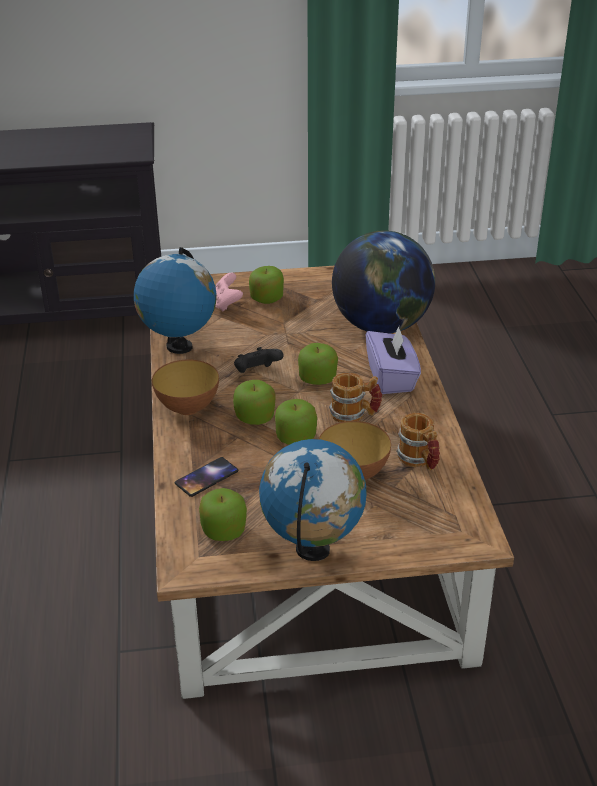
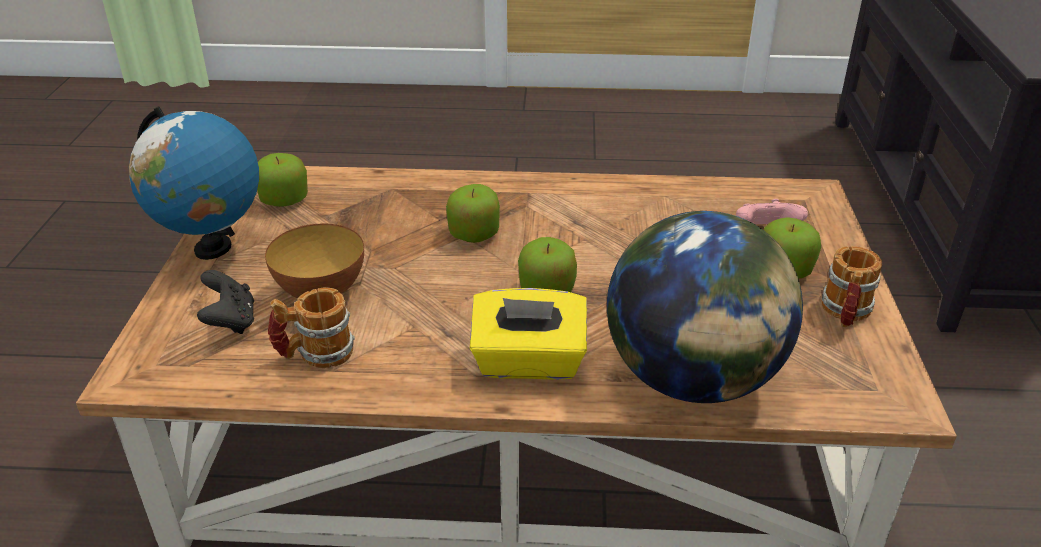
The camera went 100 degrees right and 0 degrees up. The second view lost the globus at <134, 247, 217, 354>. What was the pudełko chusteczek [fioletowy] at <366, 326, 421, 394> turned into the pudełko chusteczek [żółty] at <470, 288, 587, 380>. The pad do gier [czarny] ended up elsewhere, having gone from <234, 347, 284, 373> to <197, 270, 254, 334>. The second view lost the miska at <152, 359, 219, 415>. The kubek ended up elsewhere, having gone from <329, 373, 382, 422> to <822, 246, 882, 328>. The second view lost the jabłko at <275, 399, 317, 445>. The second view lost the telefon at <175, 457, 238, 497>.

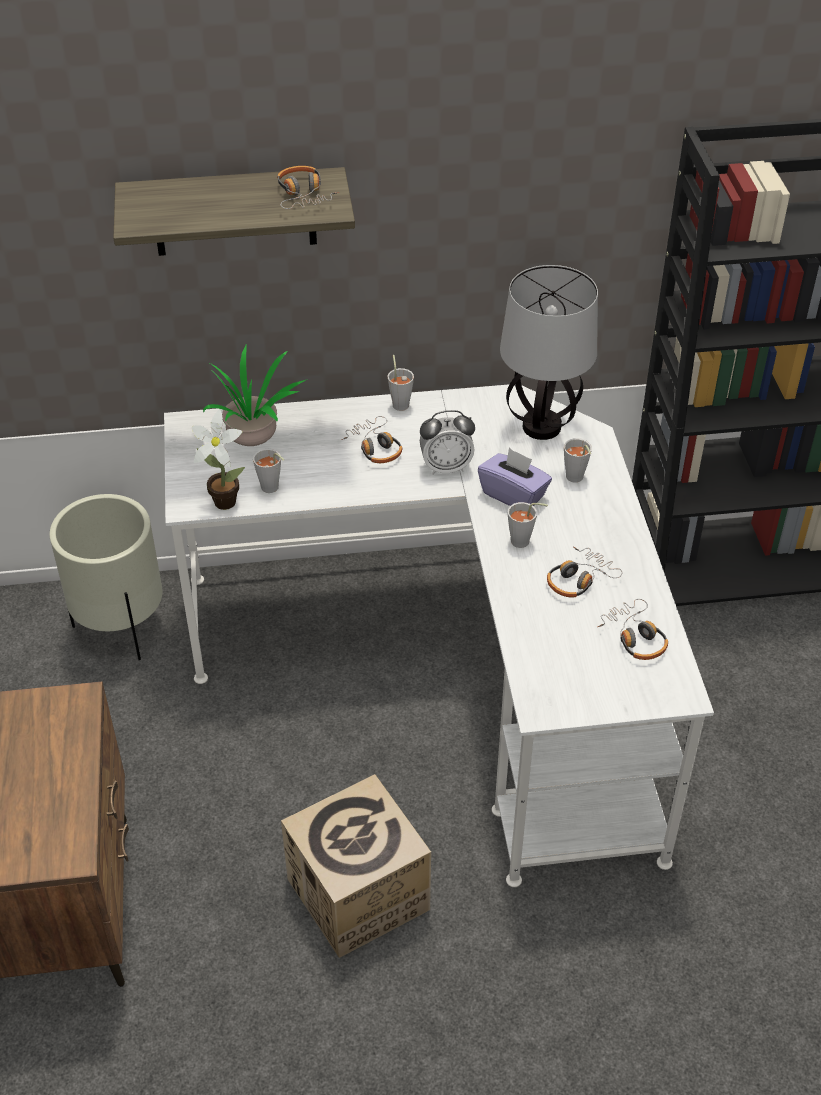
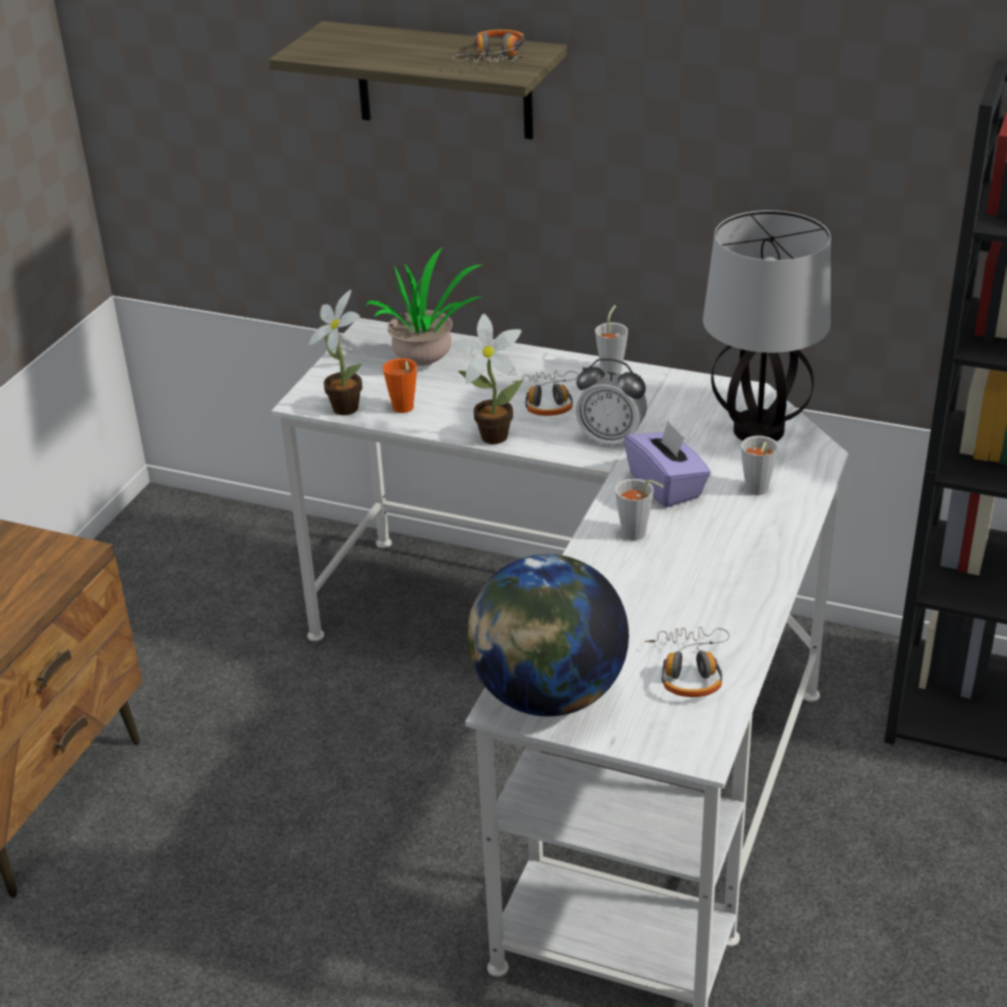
The camera went 30 degrees right and 10 degrees down. What was the filiżanka [szary] at <253, 449, 284, 493> turned into the filiżanka [pomarańczowy] at <383, 358, 417, 413>. The second view lost the donica [beżowy] at <50, 494, 163, 660>. The second view lost the słuchawki at <547, 546, 622, 597>. The second view lost the karton at <281, 774, 431, 958>. The second view gained the roślina doniczkowa at <451, 313, 523, 444>. The second view gained the globus at <467, 554, 629, 716>.

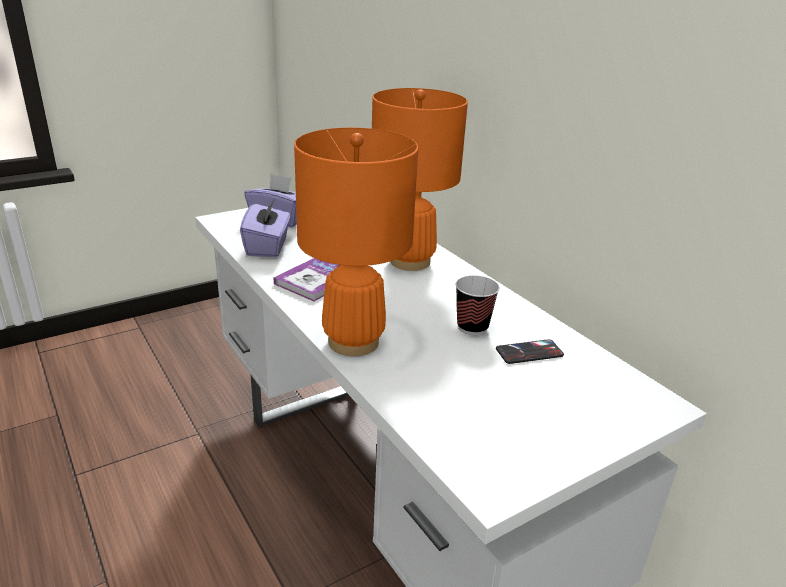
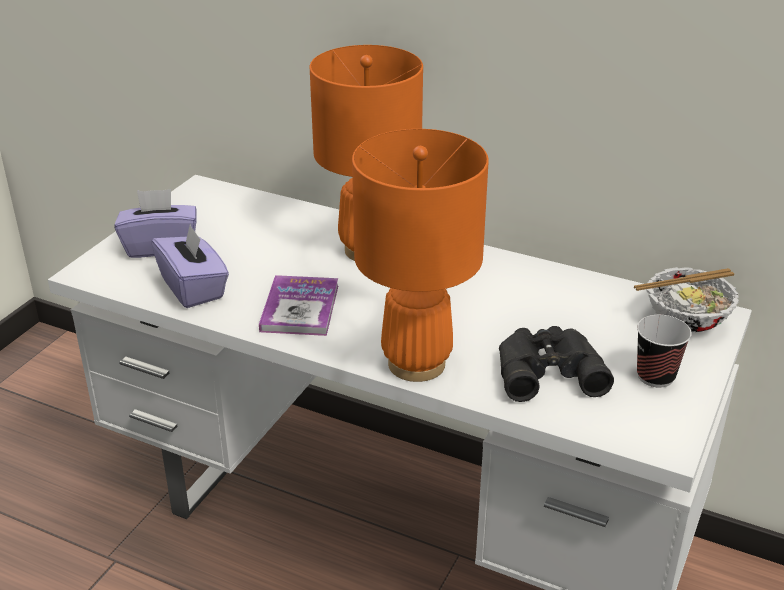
The camera went 30 degrees left and 5 degrees up. The filiżanka ended up elsewhere, having gone from <456, 275, 500, 335> to <637, 315, 692, 388>. The second view lost the telefon at <496, 339, 564, 364>. The second view gained the miska at <634, 267, 739, 332>. The second view gained the lornetka [czarny] at <499, 326, 614, 402>.

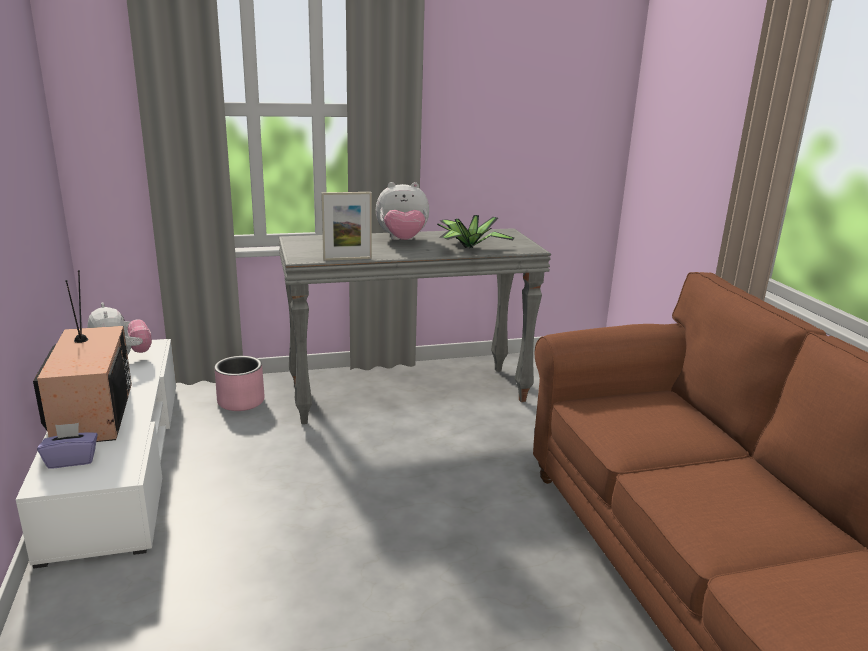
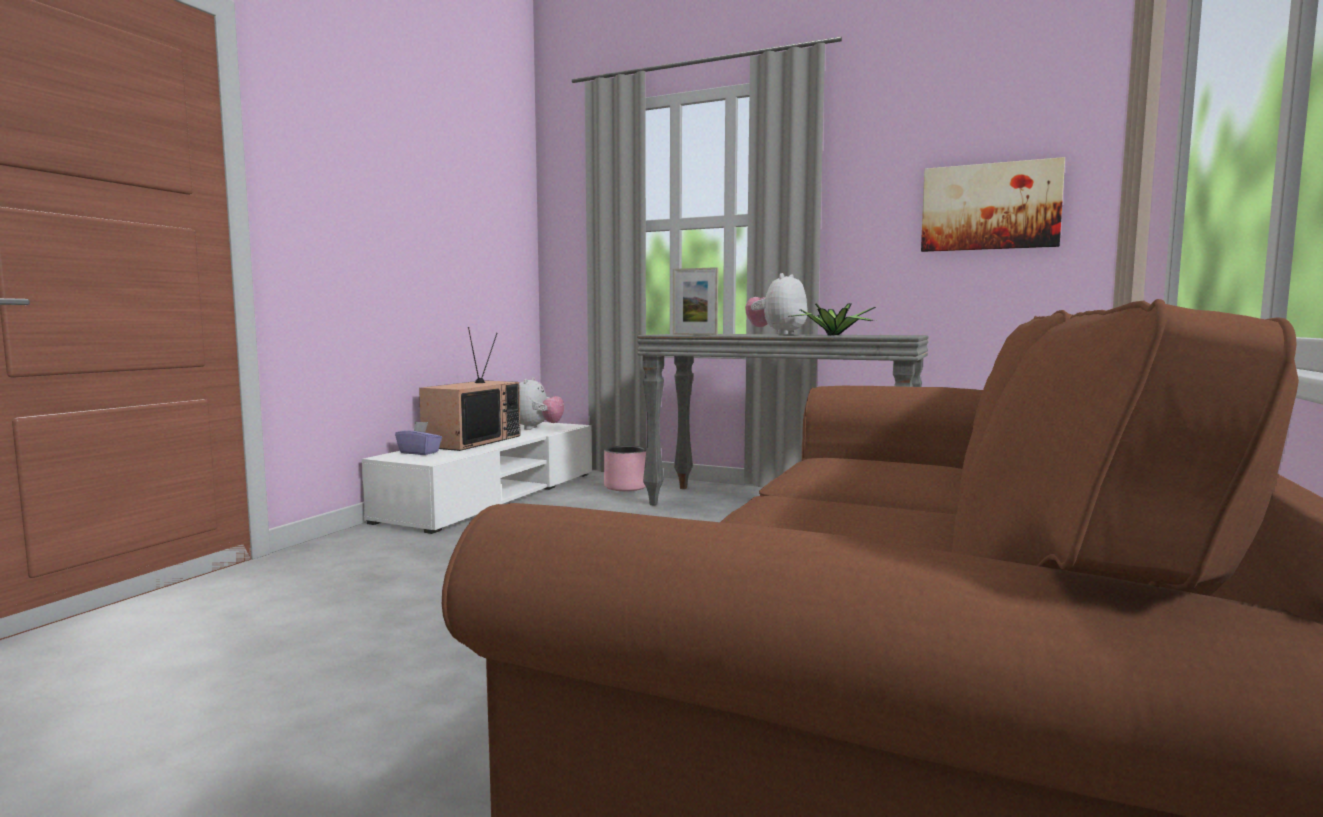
The camera went 40 degrees right and 15 degrees down. The pluszak at <376, 182, 429, 240> ended up facing another way, 90 degrees clockwise from before. The second view gained the obraz at <921, 157, 1065, 252>.

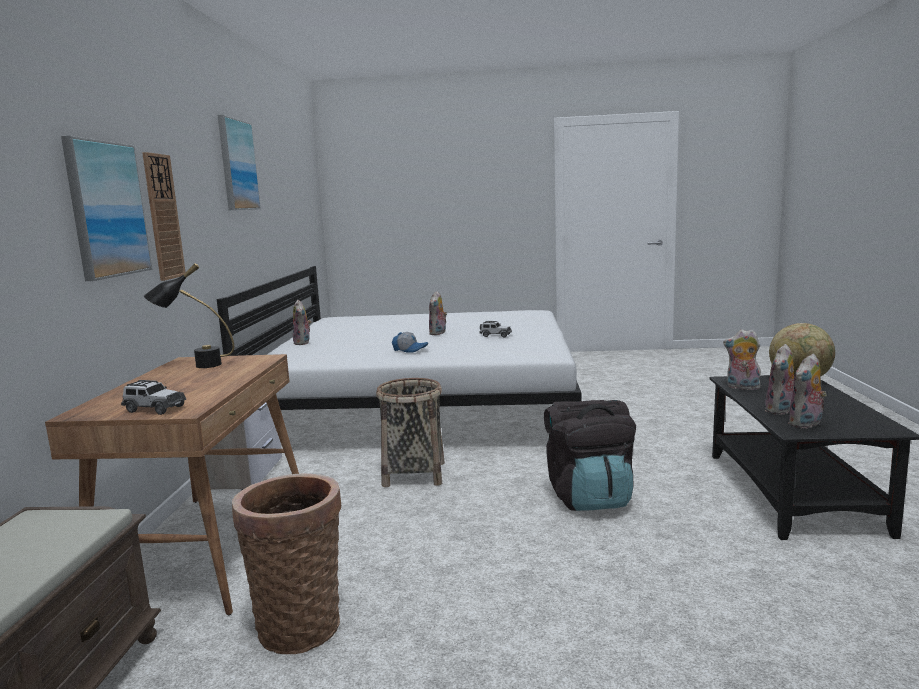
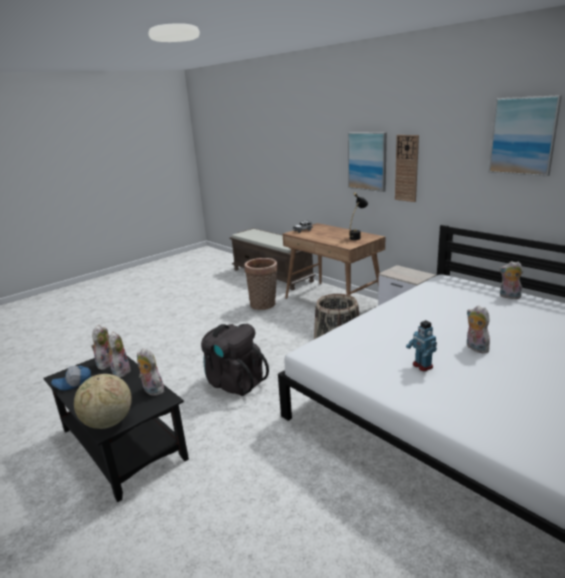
The camera went 135 degrees right and 10 degrees up. Where the samochodzik stood at <480, 321, 512, 337>, the robot zabawkowy came to stand at <406, 320, 437, 371>. The pluszak at <723, 330, 761, 390> ended up facing another way, 120 degrees counterclockwise from before. The czapka z daszkiem ended up elsewhere, having gone from <392, 332, 428, 353> to <51, 366, 91, 391>.

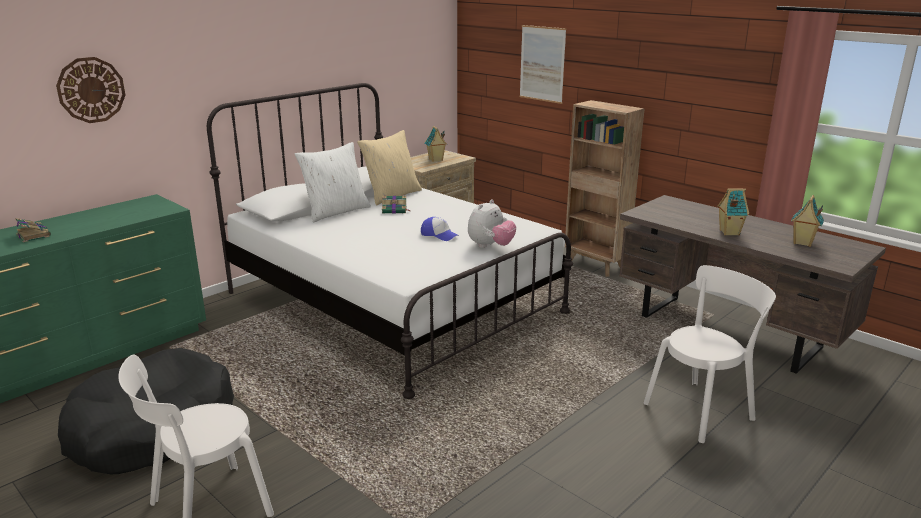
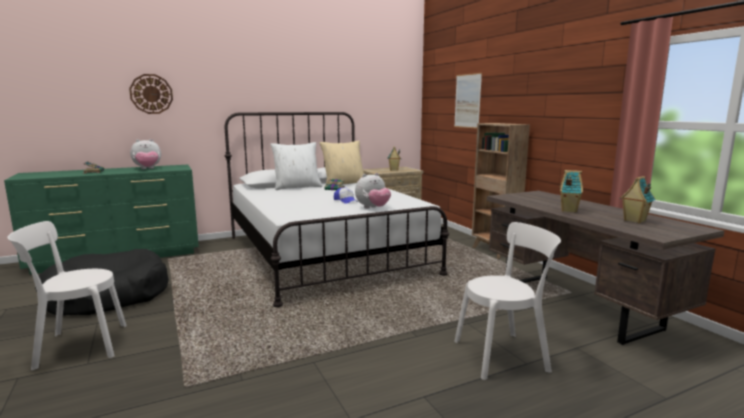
The camera went 20 degrees right and 10 degrees down. The second view gained the pluszak at <130, 139, 161, 169>.

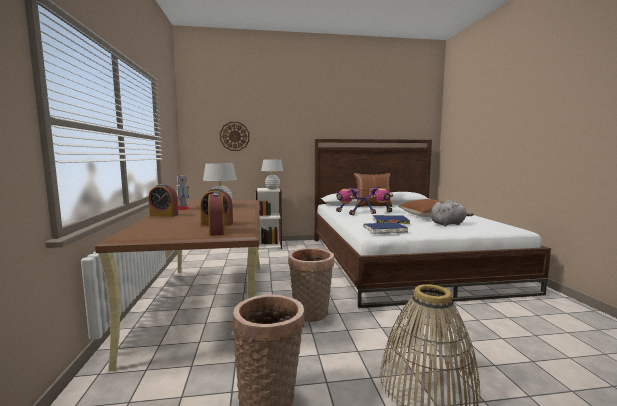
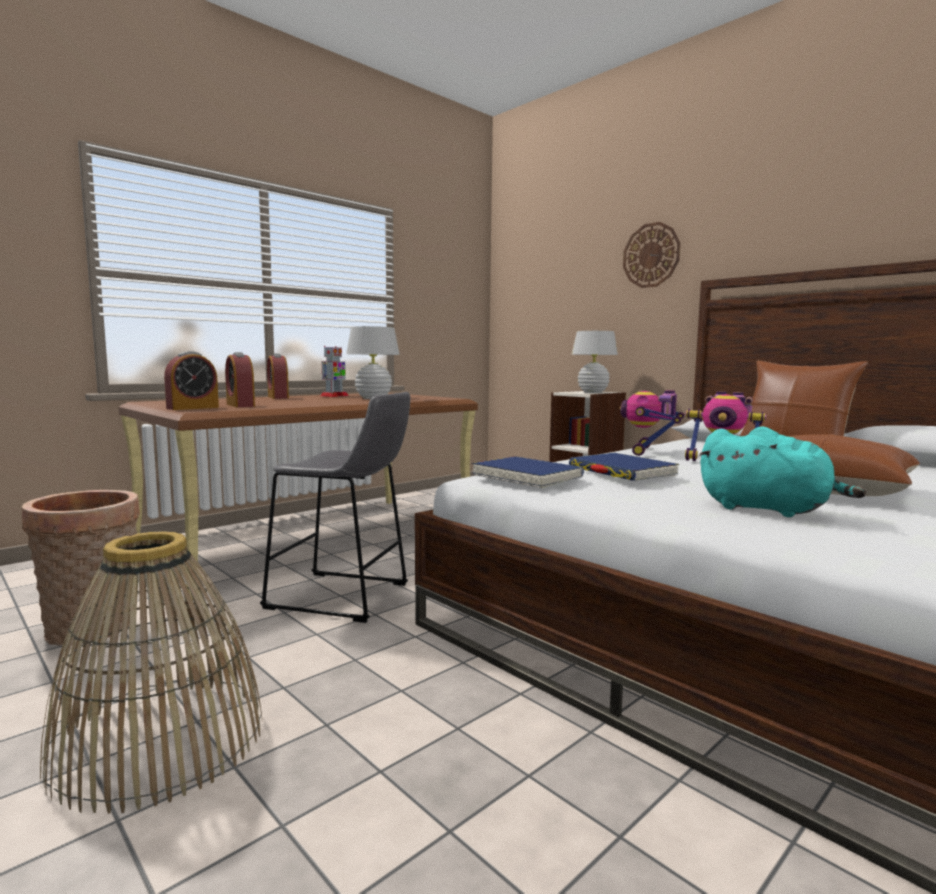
The camera went 55 degrees right and 0 degrees up. The zegar ścienny ended up elsewhere, having gone from <220, 122, 250, 151> to <623, 222, 680, 288>. What was the pluszak [szary] at <431, 200, 474, 226> turned into the pluszak [turkusowy] at <699, 426, 866, 517>. Where the koszyk stood at <288, 248, 334, 322>, the stołek [szary] came to stand at <260, 392, 410, 623>.

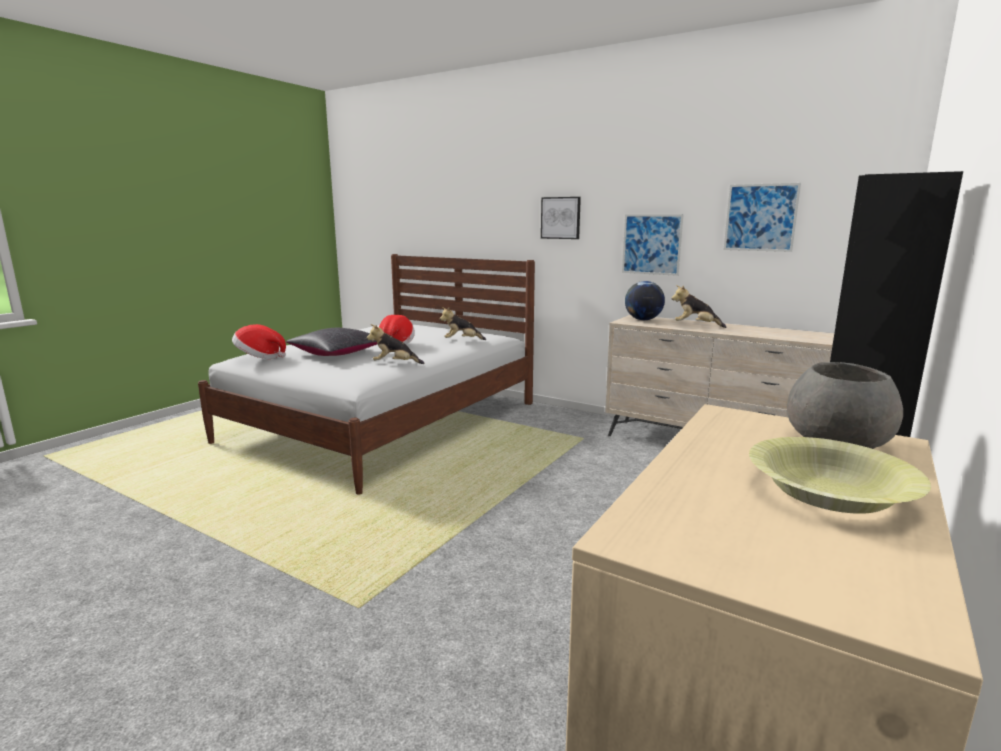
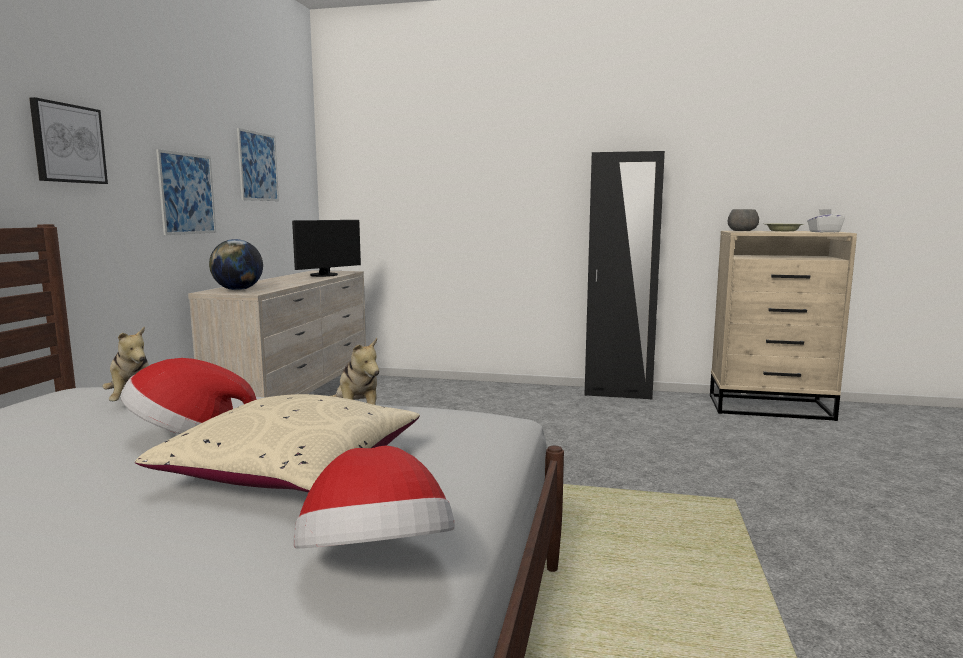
The camera went 110 degrees left and 5 degrees down. The second view lost the pluszak at <671, 285, 726, 328>. What was the poduszka [czarny] at <286, 328, 377, 356> turned into the poduszka [beżowy] at <135, 394, 420, 492>. The second view gained the pudełko chusteczek [biały] at <807, 209, 845, 232>. The second view gained the monitor at <292, 220, 361, 277>.

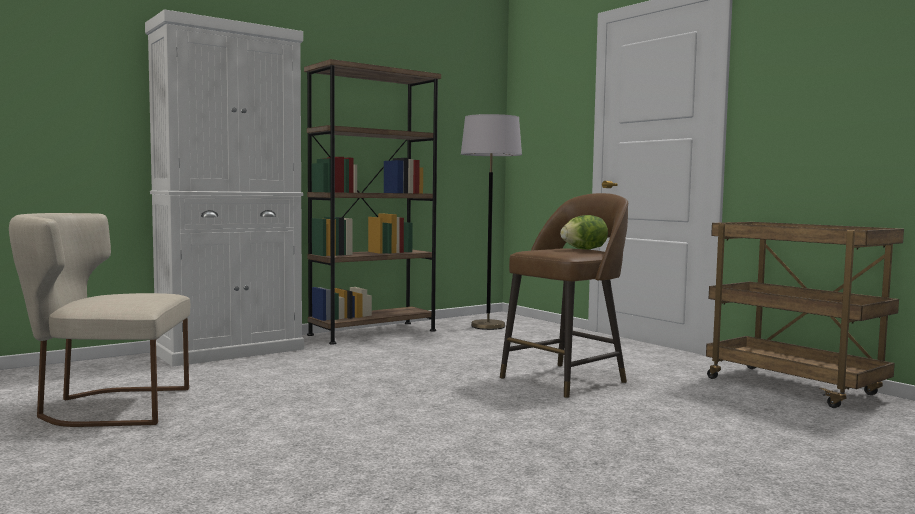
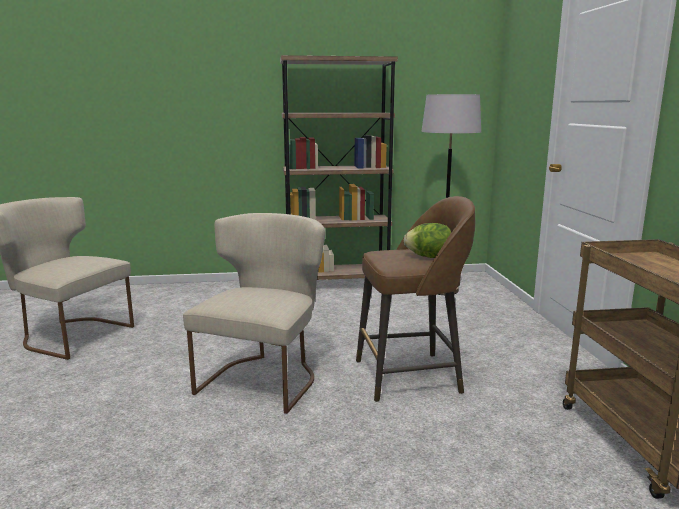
The camera went 30 degrees right and 10 degrees up. The second view lost the szafka [biały] at <145, 9, 304, 367>. The second view gained the krzesło [beżowy] at <183, 213, 325, 414>.

